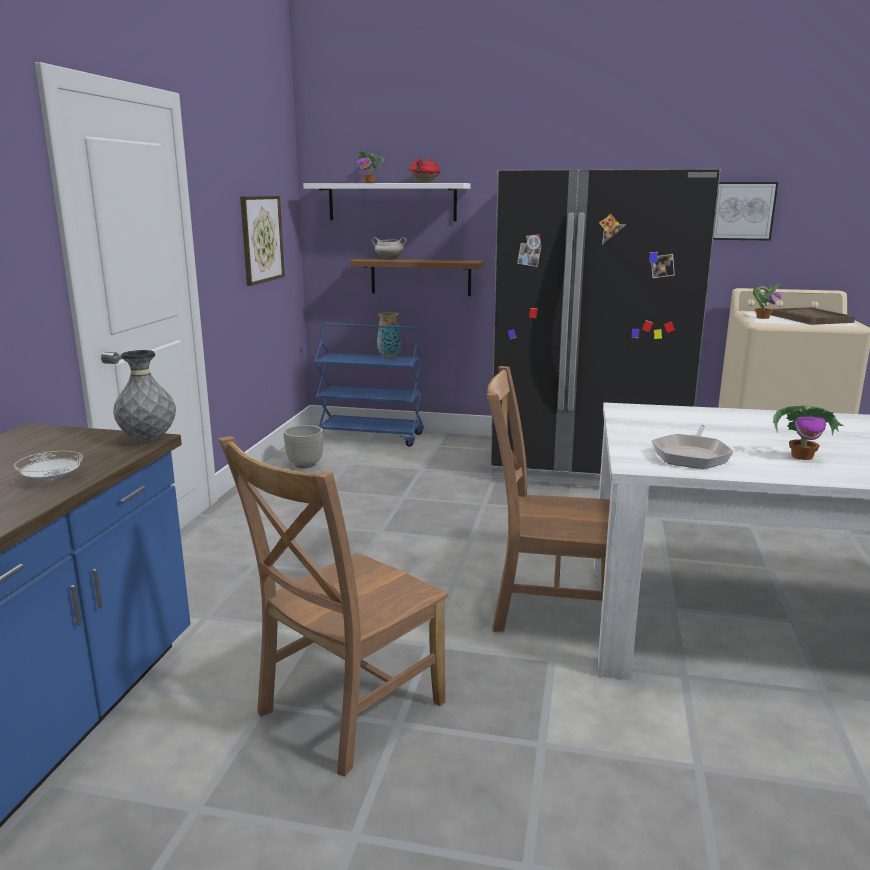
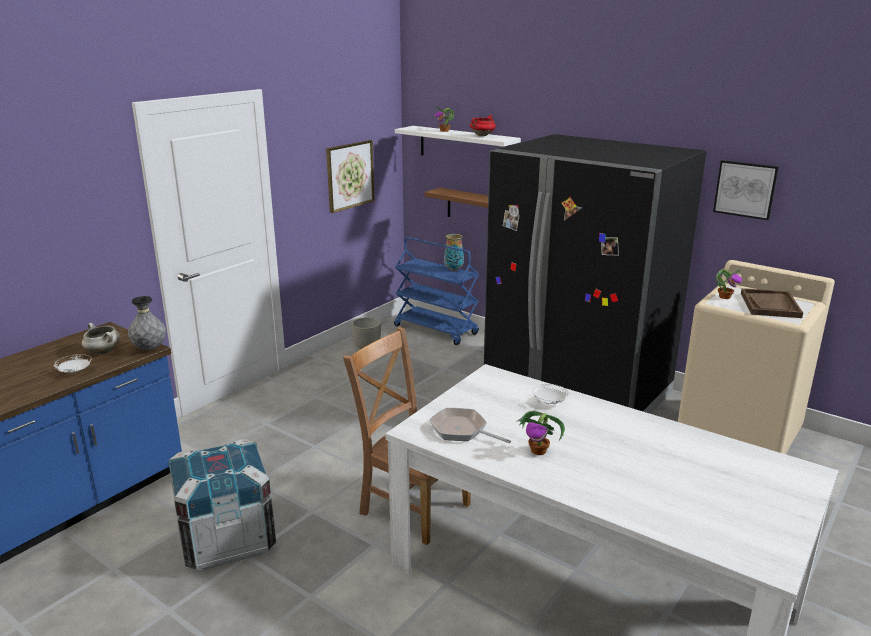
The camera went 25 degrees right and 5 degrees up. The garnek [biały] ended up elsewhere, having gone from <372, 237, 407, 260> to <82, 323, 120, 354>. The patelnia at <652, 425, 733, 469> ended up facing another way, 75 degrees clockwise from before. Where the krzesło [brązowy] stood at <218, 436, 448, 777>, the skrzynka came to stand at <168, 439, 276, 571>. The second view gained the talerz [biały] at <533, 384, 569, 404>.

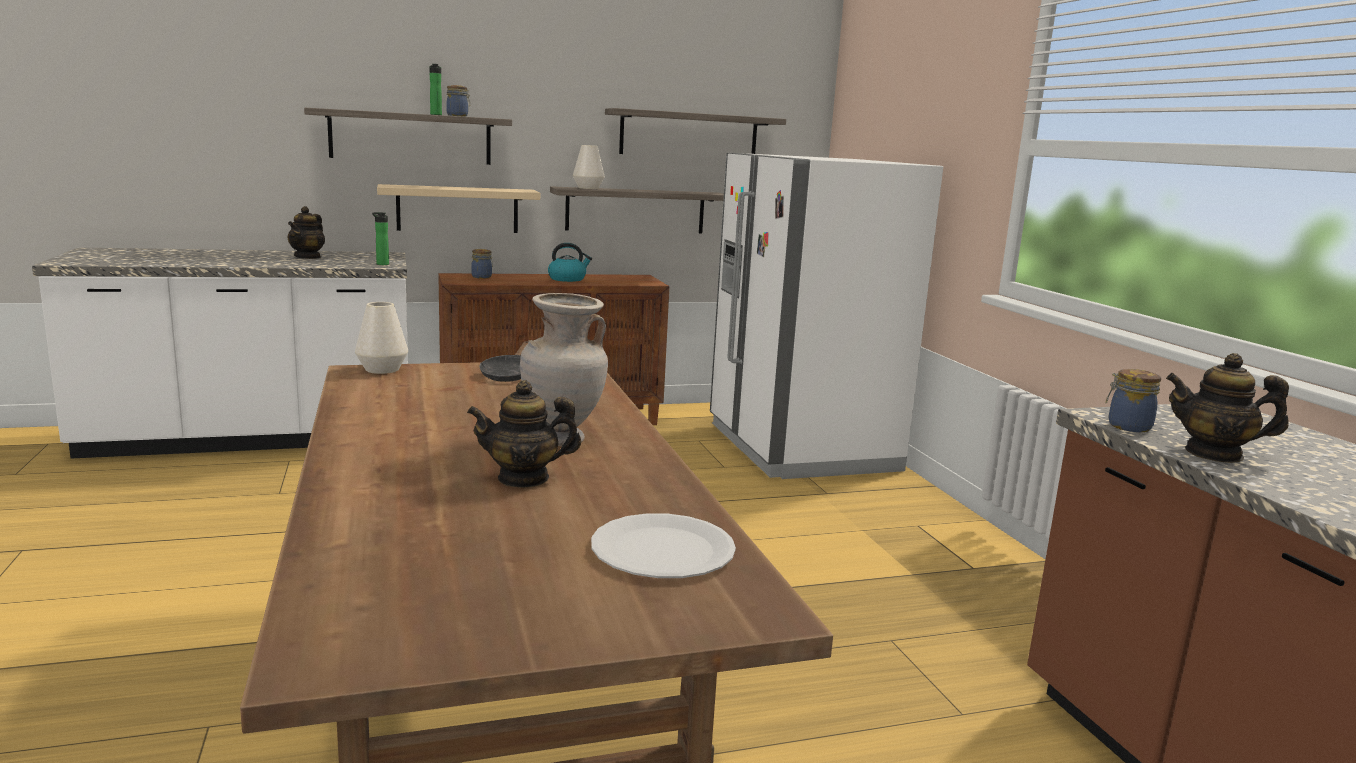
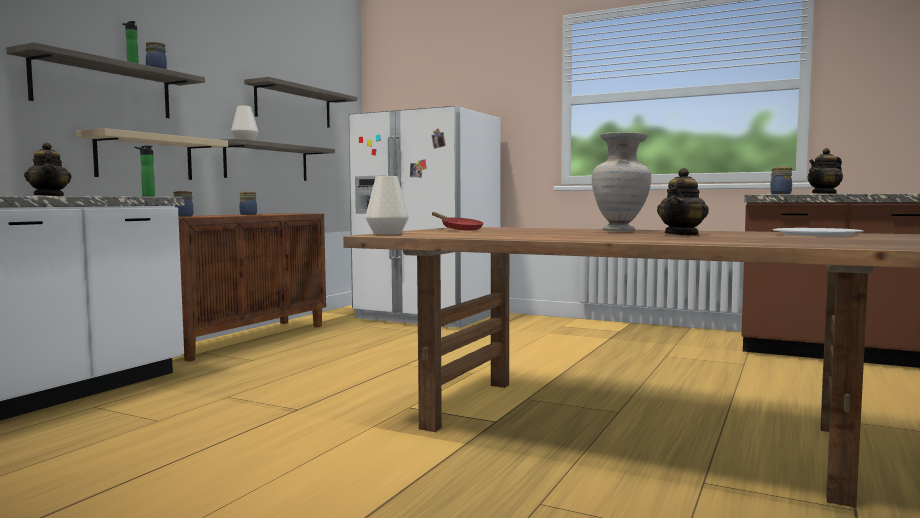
The camera went 45 degrees left and 10 degrees down. Where the czajnik stood at <548, 243, 592, 282>, the słoik came to stand at <240, 192, 257, 215>. What was the patelnia [czarny] at <480, 341, 528, 382> turned into the patelnia [czerwony] at <432, 212, 483, 230>.

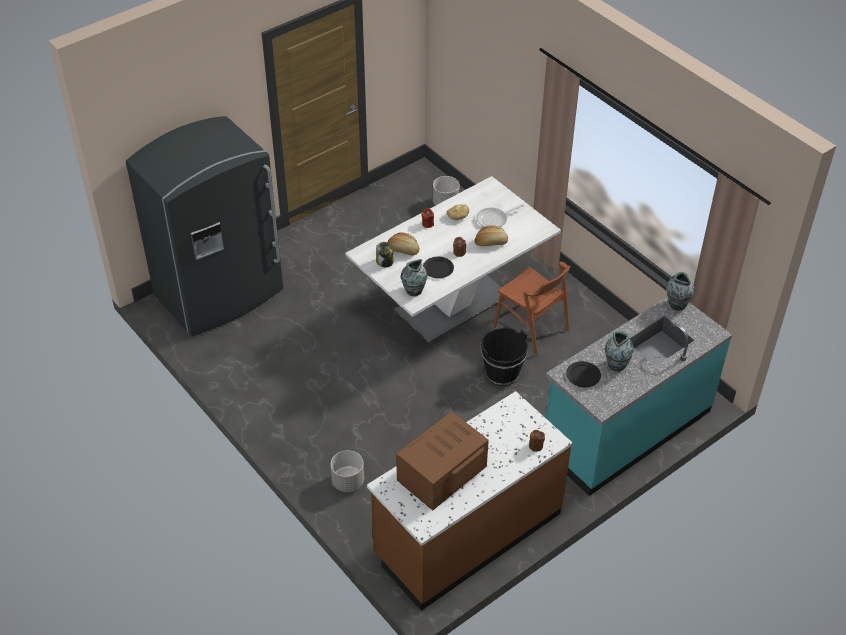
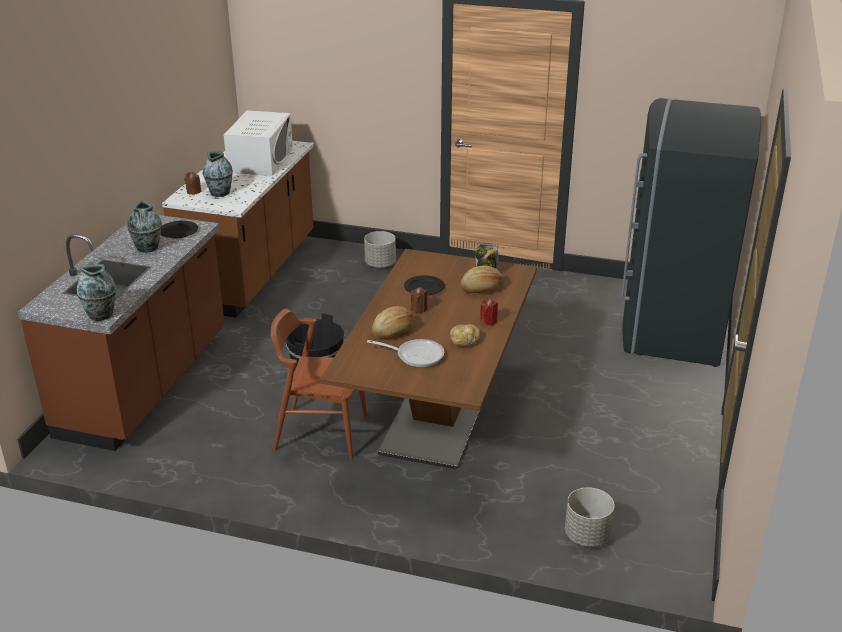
The camera went 145 degrees right and 15 degrees down. What was the stół jadalny [biały] at <345, 176, 561, 344> turned into the stół jadalny [brązowy] at <320, 249, 537, 470>. The patelnia at <476, 204, 524, 227> ended up facing another way, 75 degrees clockwise from before. The wazon ended up elsewhere, having gone from <401, 259, 427, 296> to <203, 151, 233, 197>. What was the zabudowa kuchenna [turkusowy] at <546, 297, 732, 496> turned into the zabudowa kuchenna [brązowy] at <18, 215, 225, 451>. What was the mikrofalówka [brązowy] at <396, 411, 489, 511> turned into the mikrofalówka [biały] at <224, 110, 293, 176>.

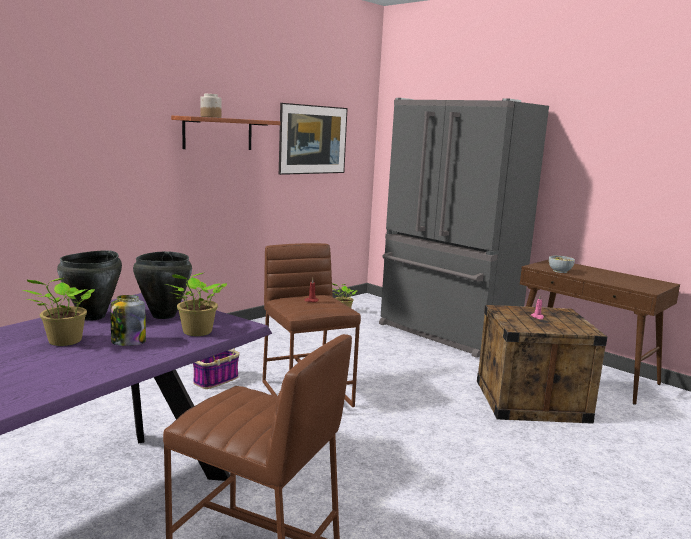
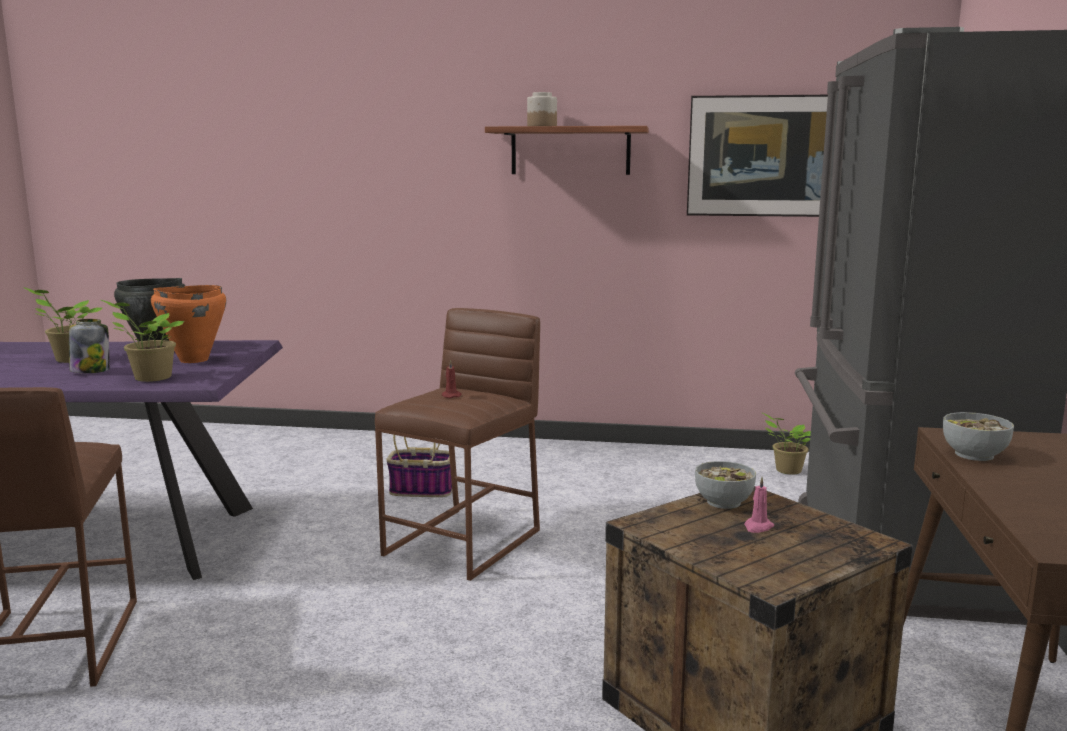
The camera went 55 degrees right and 0 degrees up. What was the garnek [czarny] at <133, 251, 192, 319> turned into the garnek [pomarańczowy] at <151, 285, 226, 363>. The second view gained the miska at <695, 461, 756, 509>.

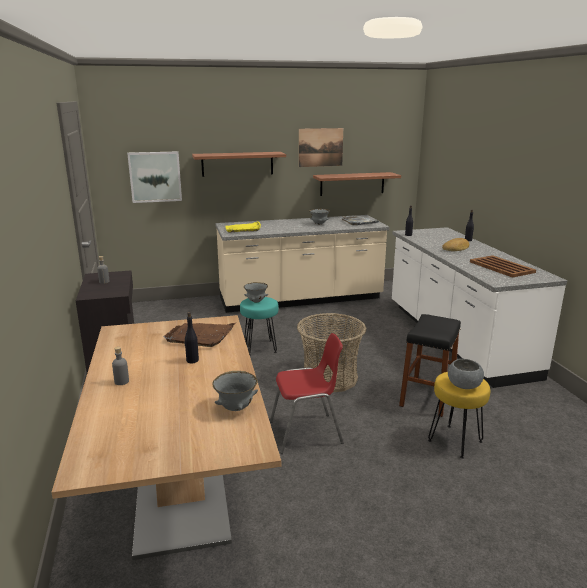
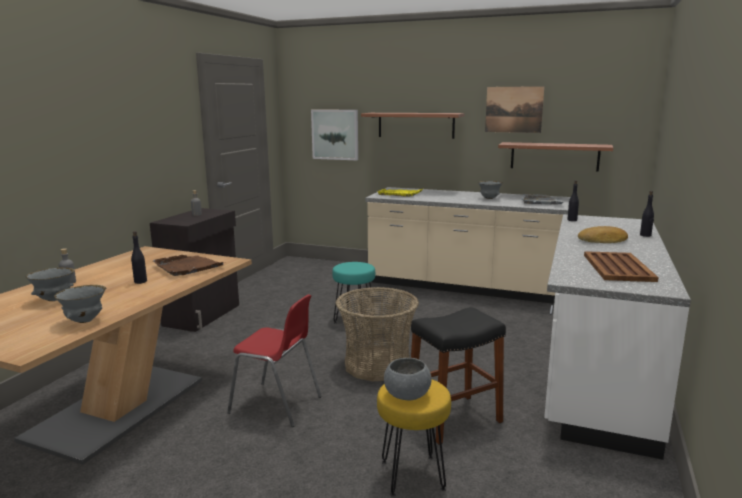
The camera went 35 degrees right and 5 degrees down. The miska [szary] ended up elsewhere, having gone from <244, 282, 268, 303> to <26, 268, 75, 301>.

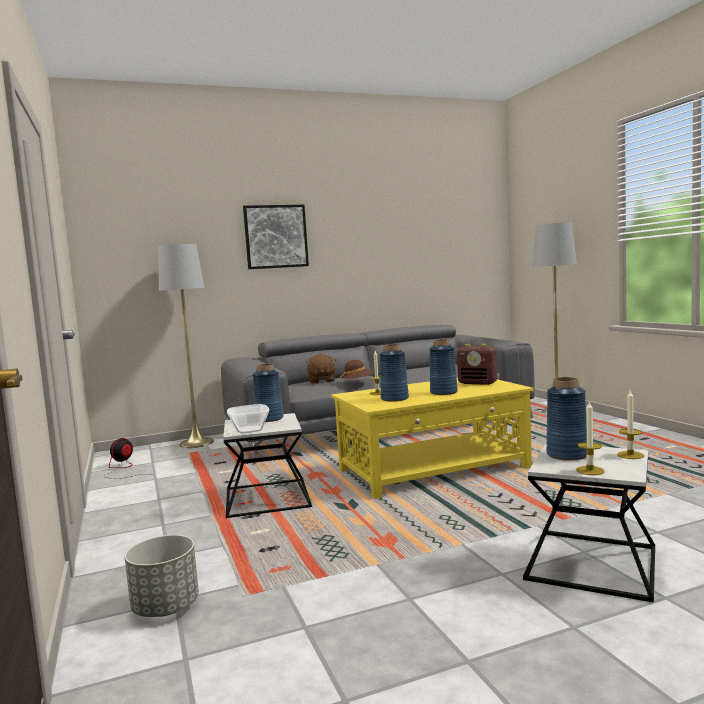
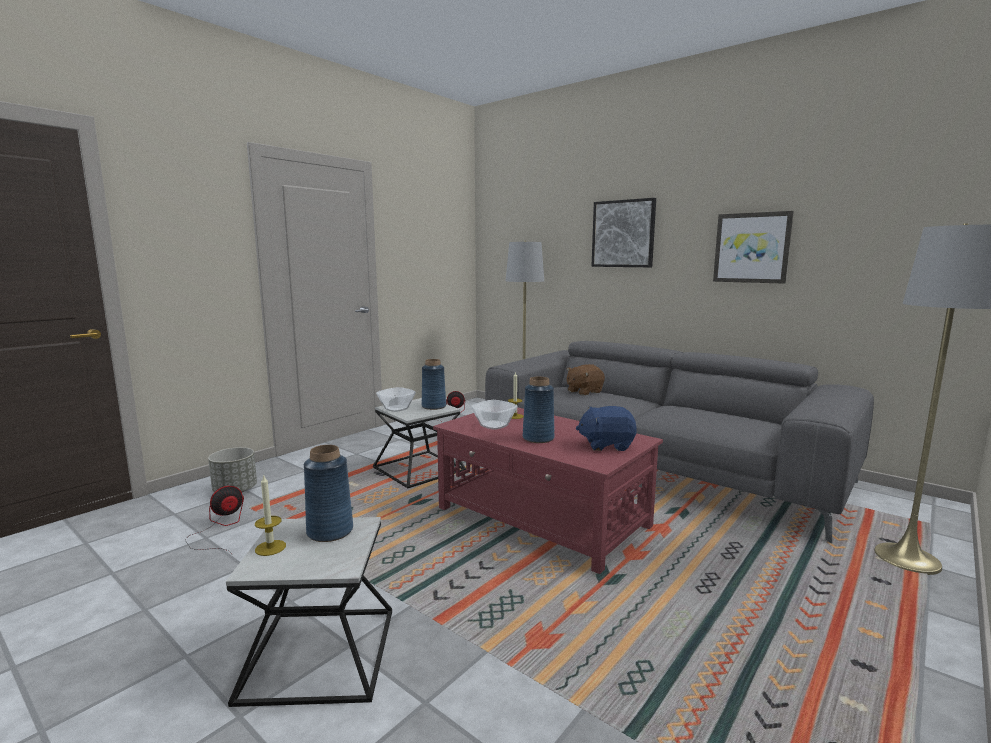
The camera went 60 degrees right and 5 degrees up. Where the wazon [niebieski] stood at <380, 344, 409, 402>, the miska came to stand at <471, 400, 518, 430>. Where the radio stood at <457, 344, 497, 385>, the pluszak [niebieski] came to stand at <576, 406, 637, 451>. The second view lost the kapelusz [brązowy] at <340, 360, 373, 383>. What was the ława [żółty] at <331, 378, 534, 499> turned into the ława [czerwony] at <433, 407, 663, 574>. The second view lost the świeca at <617, 391, 644, 459>. The second view gained the obraz at <713, 211, 794, 284>. The second view gained the wentylator at <185, 486, 244, 554>.

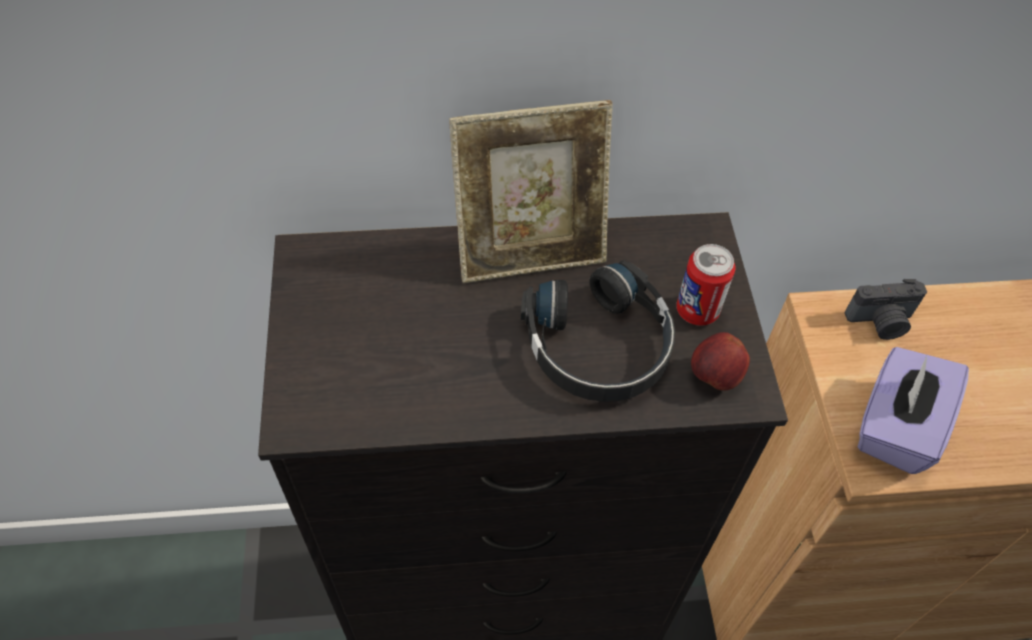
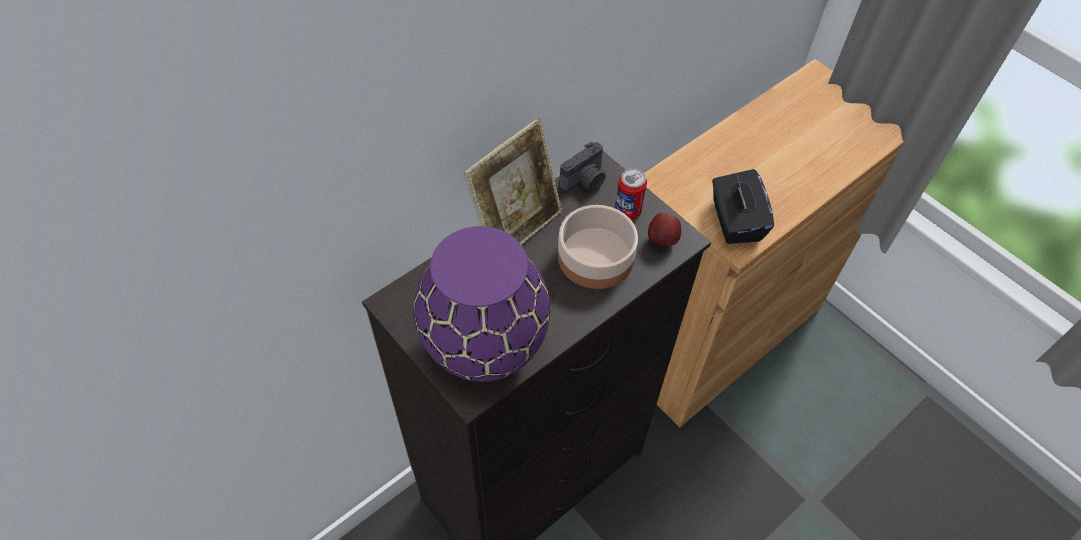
The camera went 35 degrees left and 0 degrees up. Where the słuchawki [czarny] stood at <521, 260, 675, 402>, the miska came to stand at <558, 205, 638, 289>. The aparat fotograficzny ended up elsewhere, having gone from <845, 279, 927, 340> to <559, 142, 606, 192>. What was the pudełko chusteczek [fioletowy] at <858, 347, 969, 474> turned into the pudełko chusteczek [czarny] at <712, 169, 774, 244>. The second view gained the wazon [fioletowy] at <413, 226, 550, 382>.

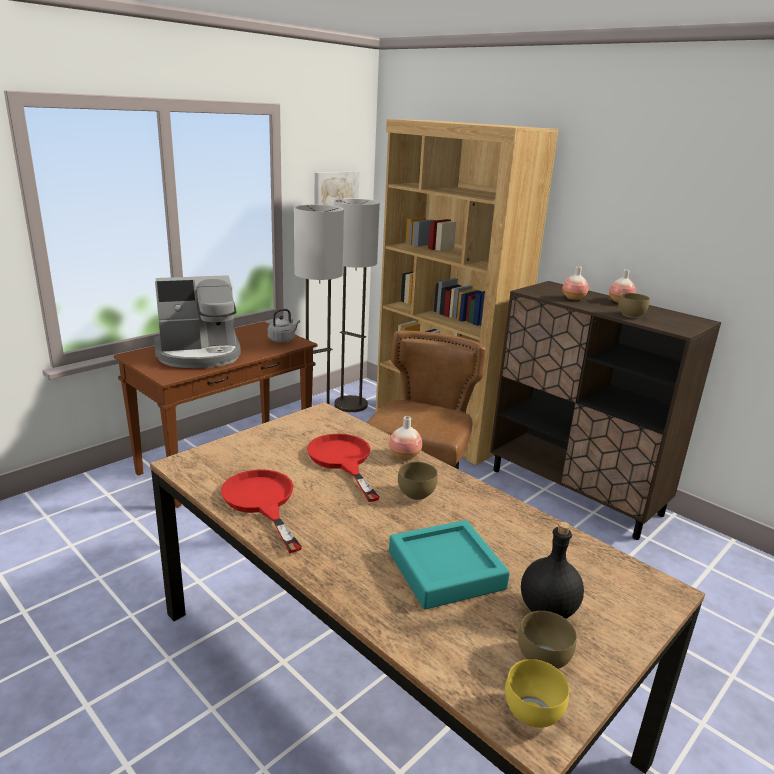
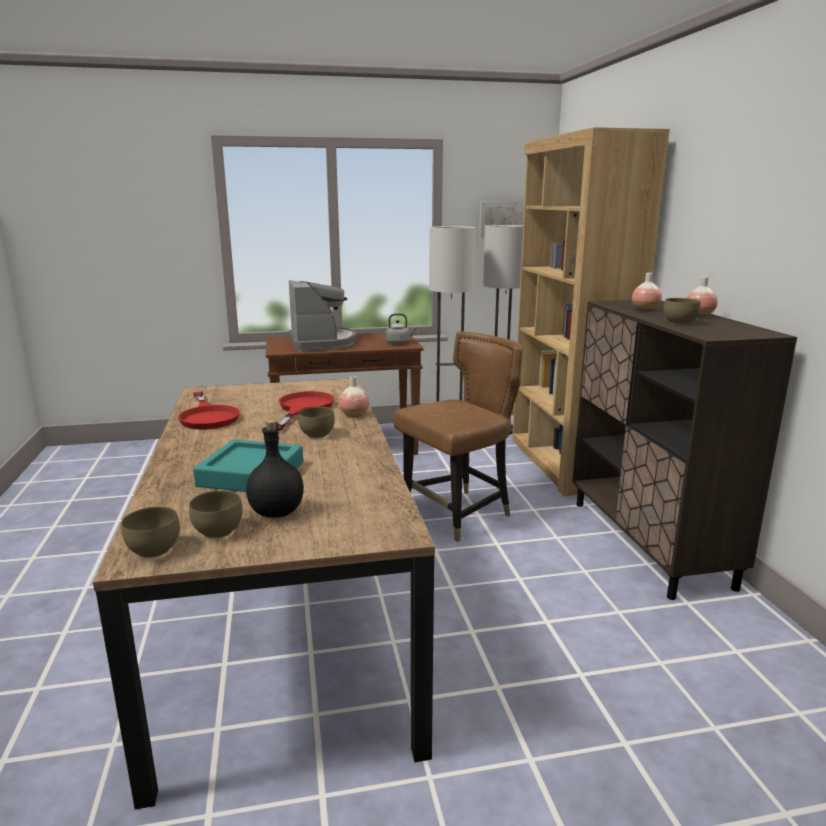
The camera went 35 degrees right and 5 degrees down. The ekspres do kawy at <154, 275, 241, 368> ended up facing another way, 120 degrees counterclockwise from before. The patelnia [czerwony] at <221, 469, 302, 553> ended up facing another way, 150 degrees clockwise from before. What was the miska [żółty] at <505, 659, 569, 728> turned into the miska [brązowy] at <121, 506, 180, 558>.

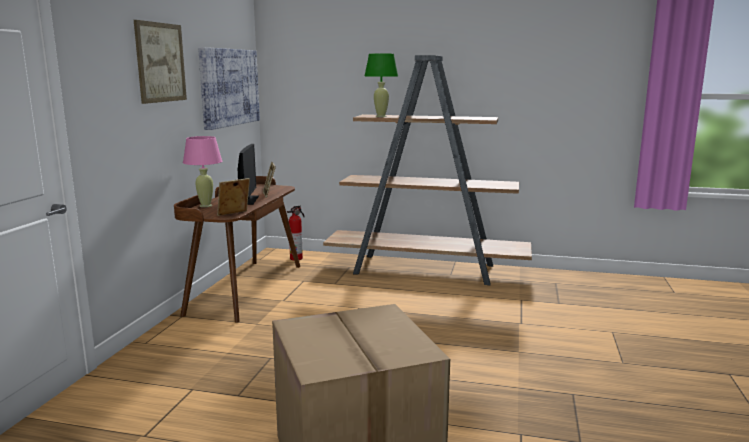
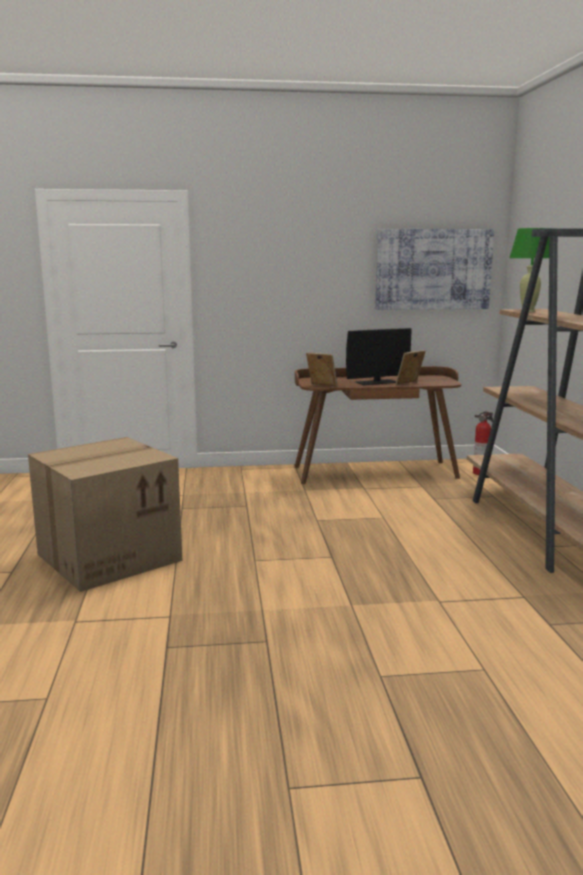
The camera went 70 degrees right and 0 degrees up. The second view lost the obraz at <134, 20, 187, 104>. The second view lost the lampa stołowa [różowy] at <183, 136, 222, 207>.

